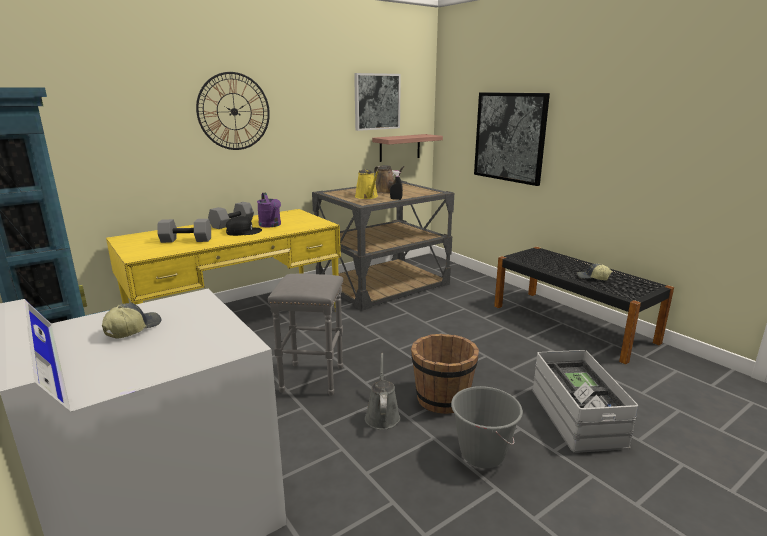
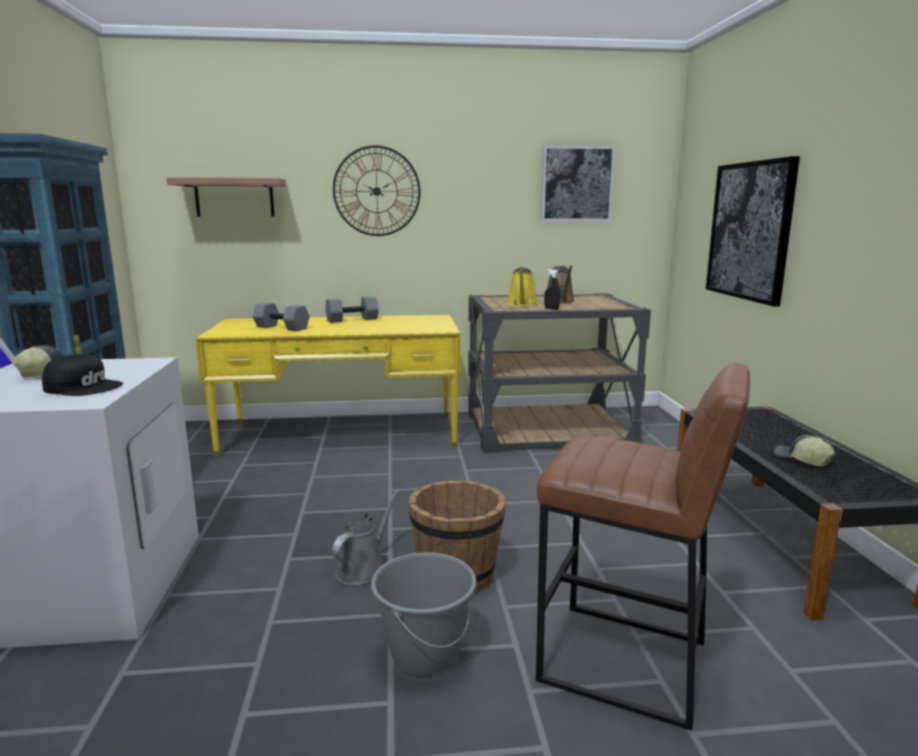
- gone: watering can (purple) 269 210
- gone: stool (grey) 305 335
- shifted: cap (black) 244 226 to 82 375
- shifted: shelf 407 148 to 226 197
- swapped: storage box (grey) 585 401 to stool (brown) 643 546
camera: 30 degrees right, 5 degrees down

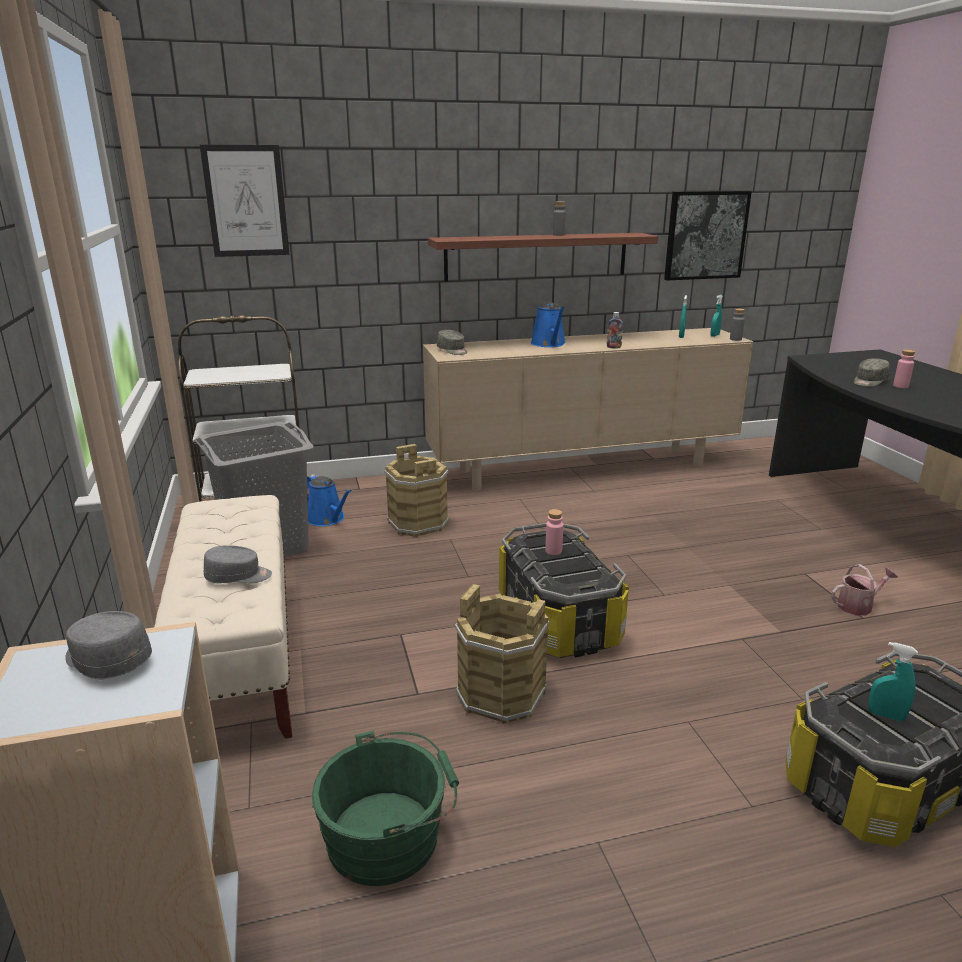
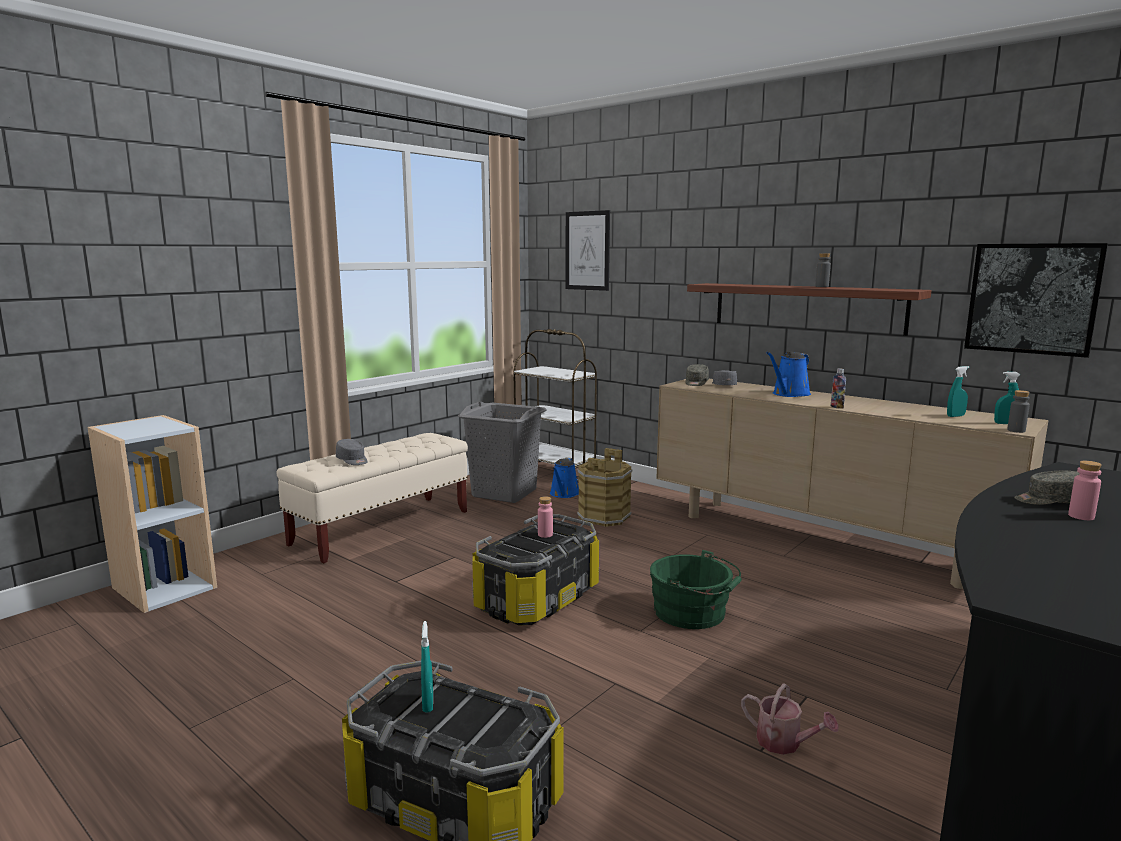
- gone: bucket (brown) 502 654
- shifted: cap (grey) 108 645 to 724 377
- shifted: bucket (green) 385 808 to 696 589
camera: 55 degrees right, 10 degrees down

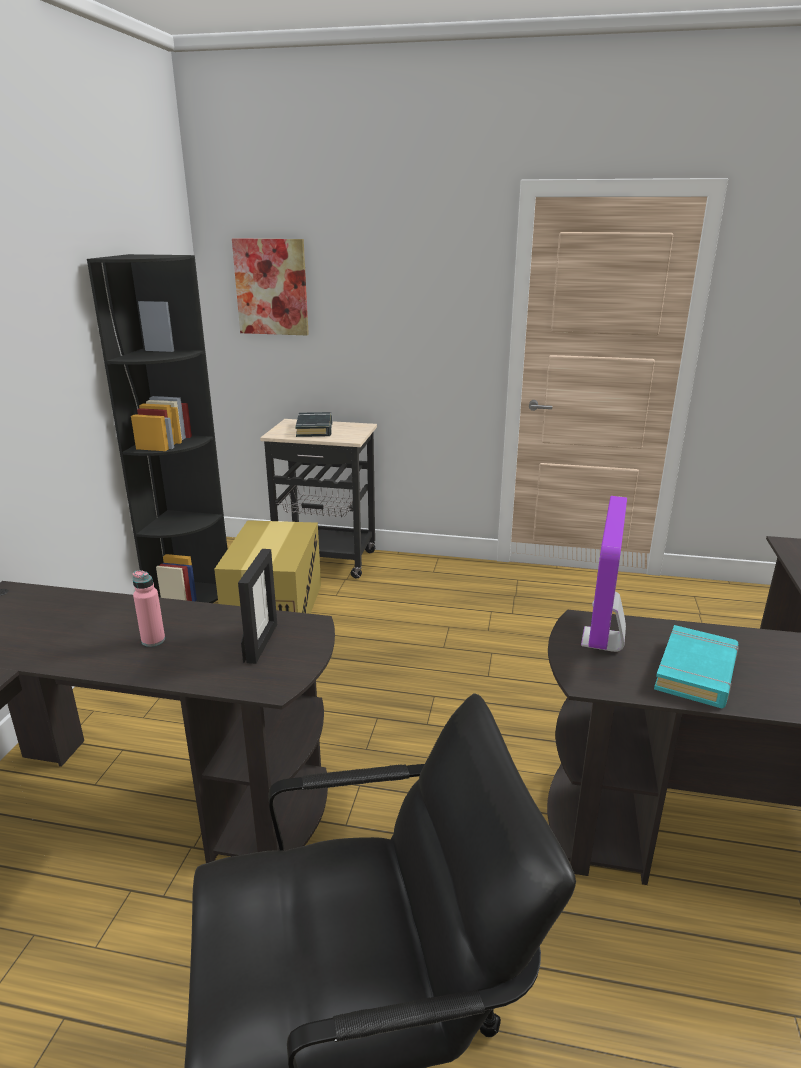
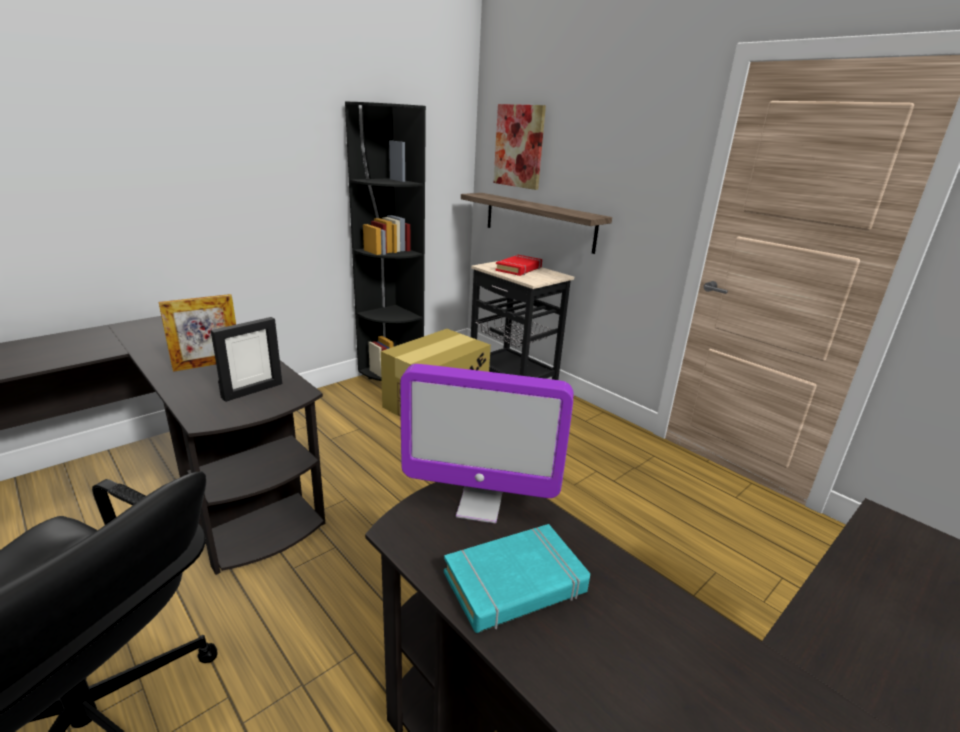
- new: shelf 536 223
- swapped: bottle (pink) 149 608 to picture frame 197 333
- repainted: book (black) 314 424 to book (red) 518 265
- rotated: monitor 604 574 = 486 443 135 degrees counterclockwise
camera: 35 degrees right, 0 degrees up

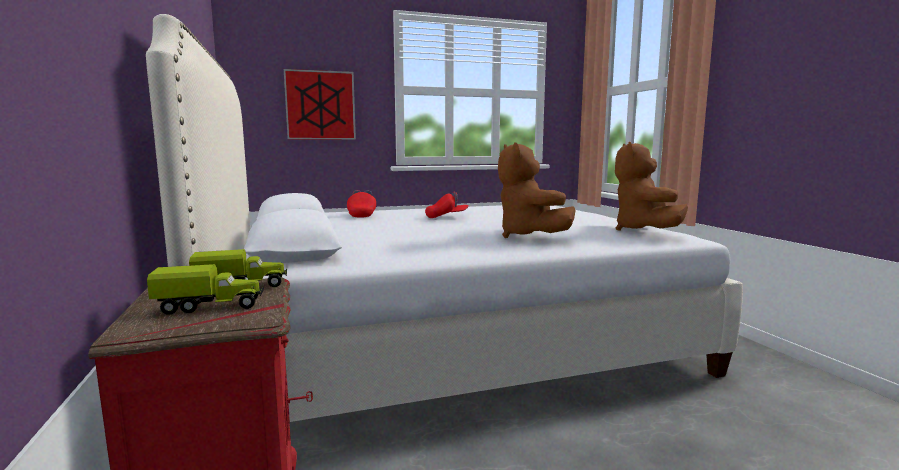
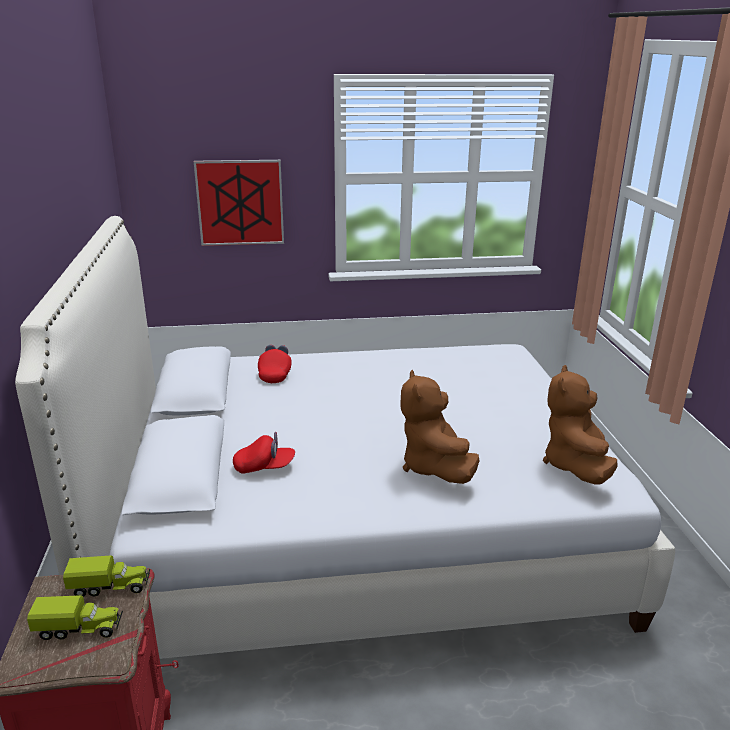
- shifted: cap (red) 447 205 to 264 453
camera: 10 degrees right, 15 degrees up

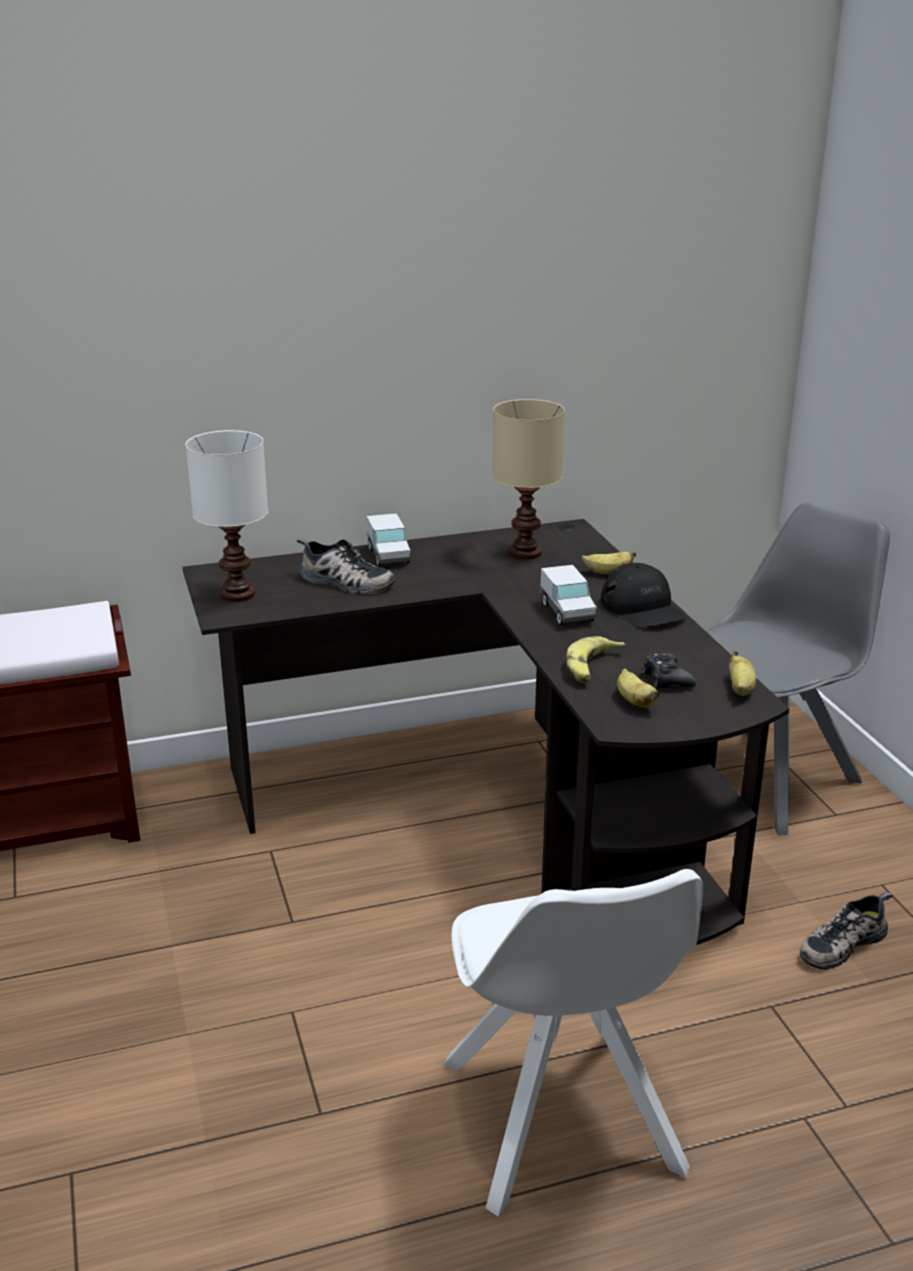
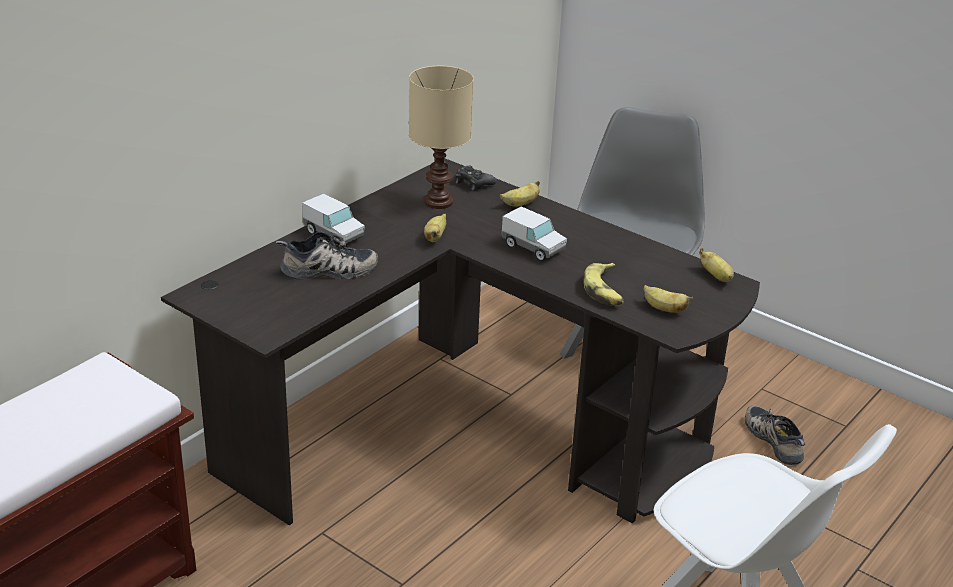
- gone: table lamp (white) 227 516
- gone: cap (black) 643 595
- new: banana 435 228
- shifted: game controller (black) 669 671 to 476 178
- rotated: shoe 846 931 = 775 435 135 degrees clockwise
camera: 35 degrees left, 5 degrees up

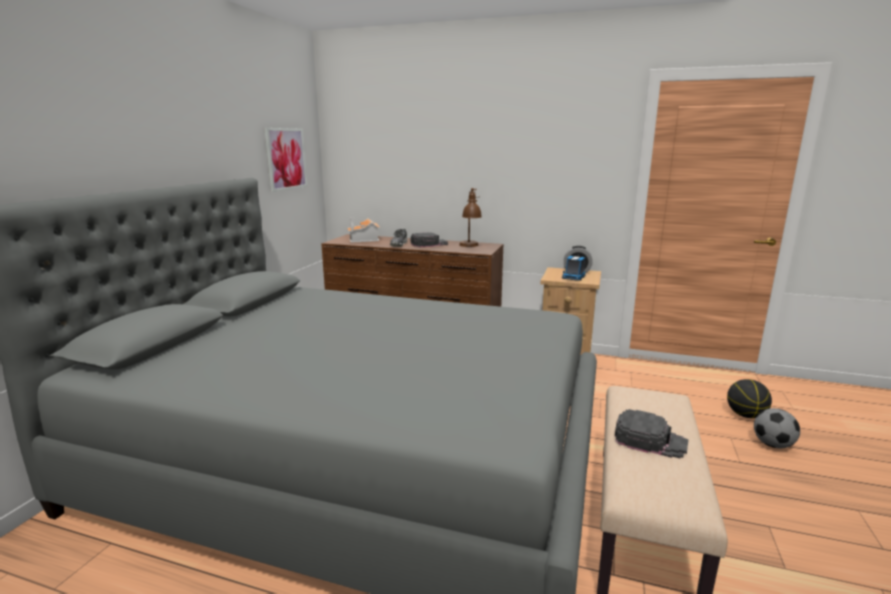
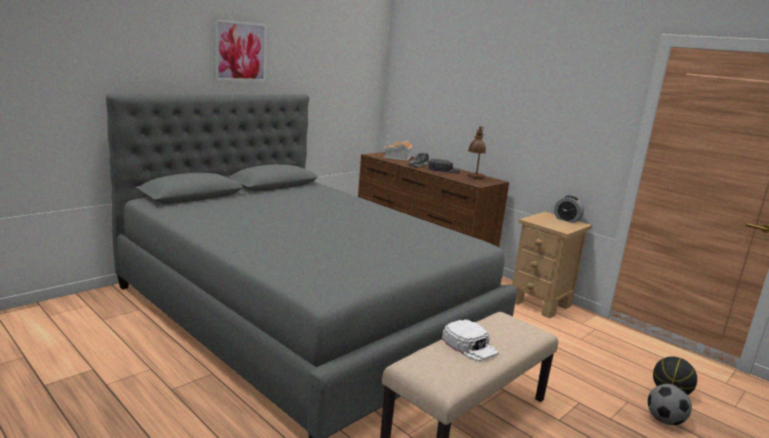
- gone: toy truck 574 268
- shifted: picture 285 160 to 240 50
- repainted: cap (black) 652 433 to cap (white) 470 341
camera: 25 degrees right, 0 degrees up

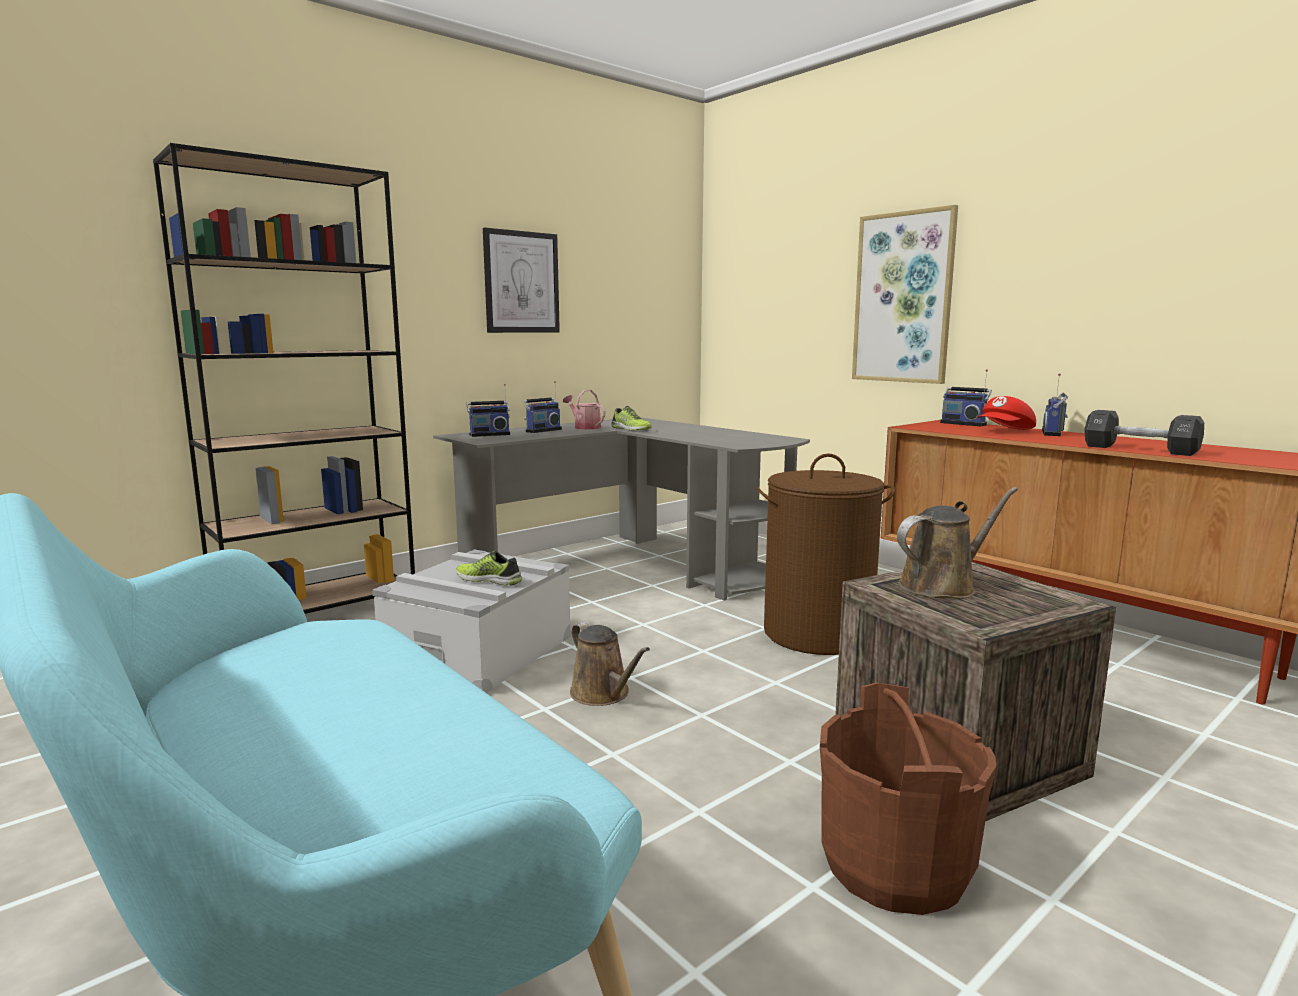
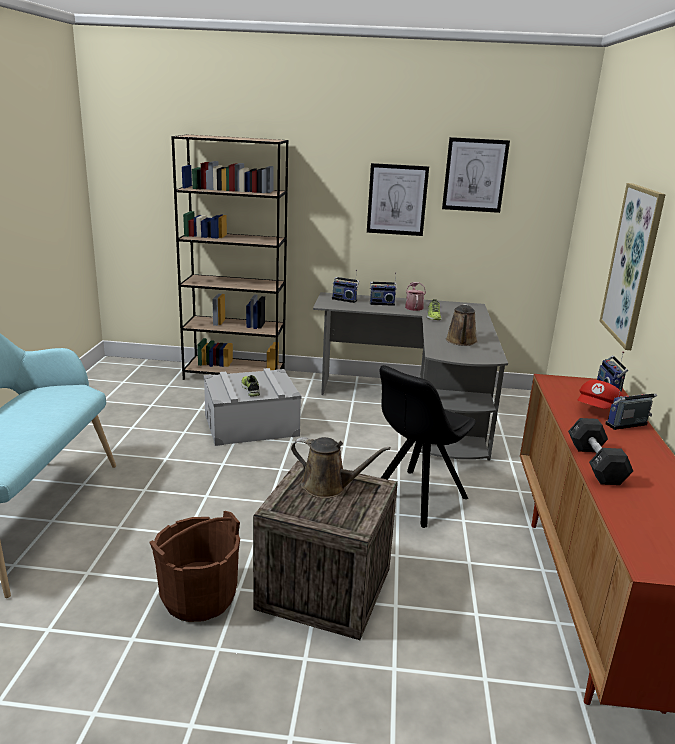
- new: picture 476 175
- shifted: watering can (brown) 610 664 to 462 325
- swapped: laundry basket (brown) 825 554 to chair (black) 427 446
- rotated: cap (red) 1006 413 = 600 394 60 degrees counterclockwise
camera: 45 degrees right, 10 degrees up

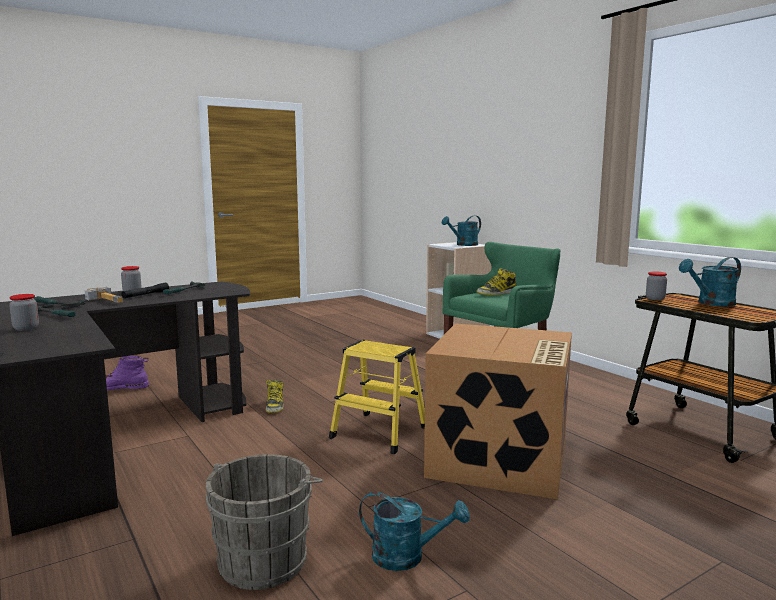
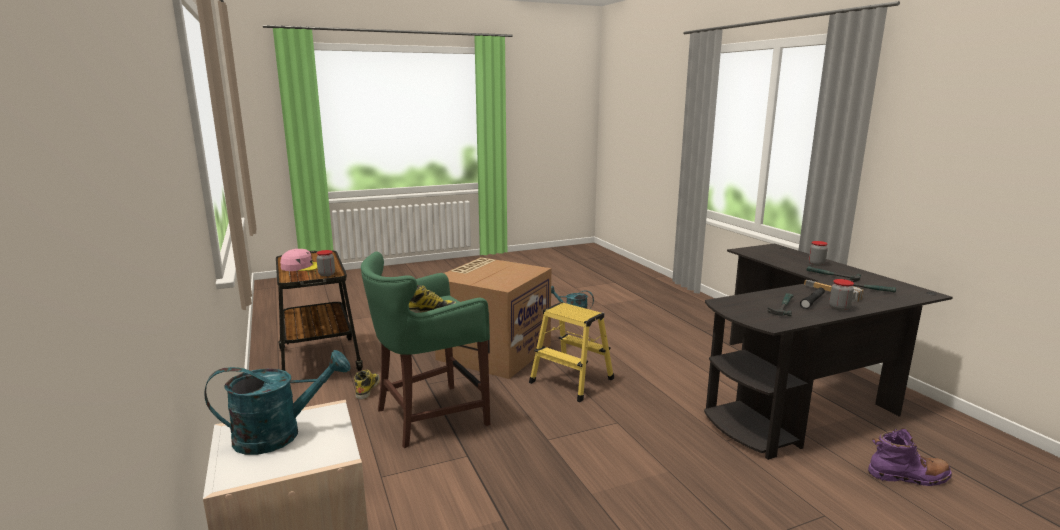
- gone: bucket (grey) 264 522
- shifted: boot 275 396 to 367 384
- swapped: watering can (turquoise) 710 281 to cap (pink) 299 260
camera: 170 degrees left, 5 degrees up

